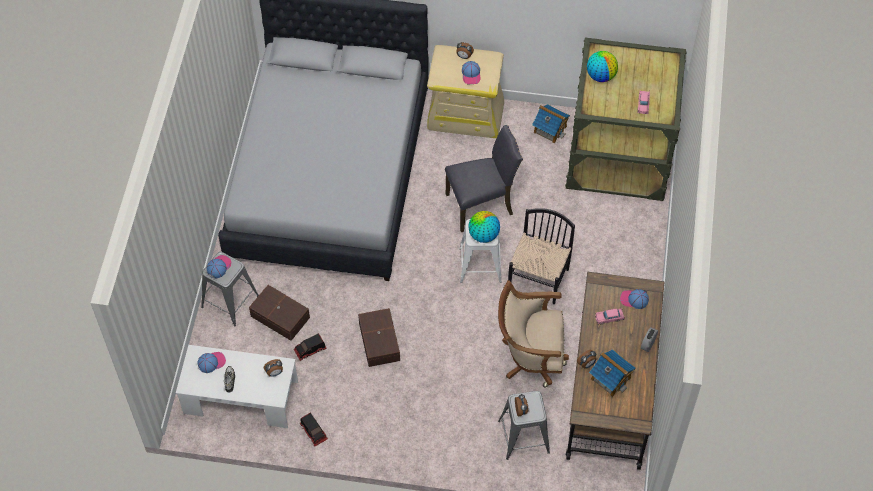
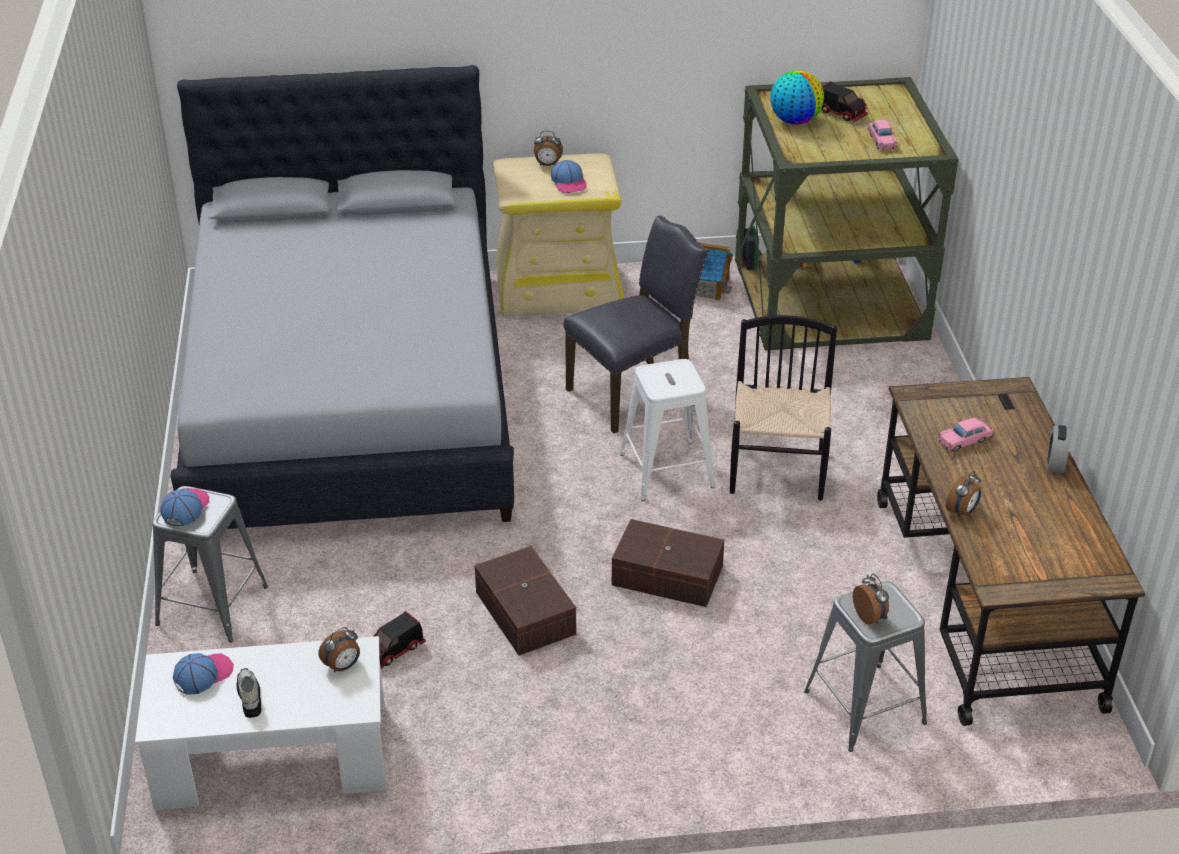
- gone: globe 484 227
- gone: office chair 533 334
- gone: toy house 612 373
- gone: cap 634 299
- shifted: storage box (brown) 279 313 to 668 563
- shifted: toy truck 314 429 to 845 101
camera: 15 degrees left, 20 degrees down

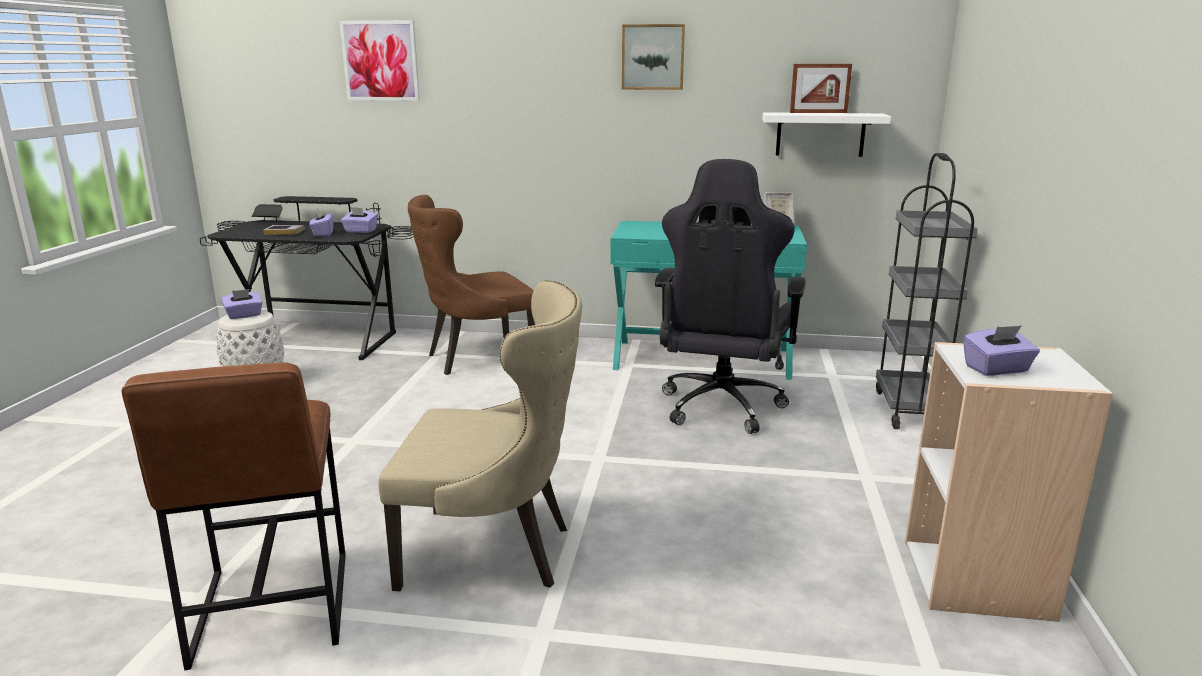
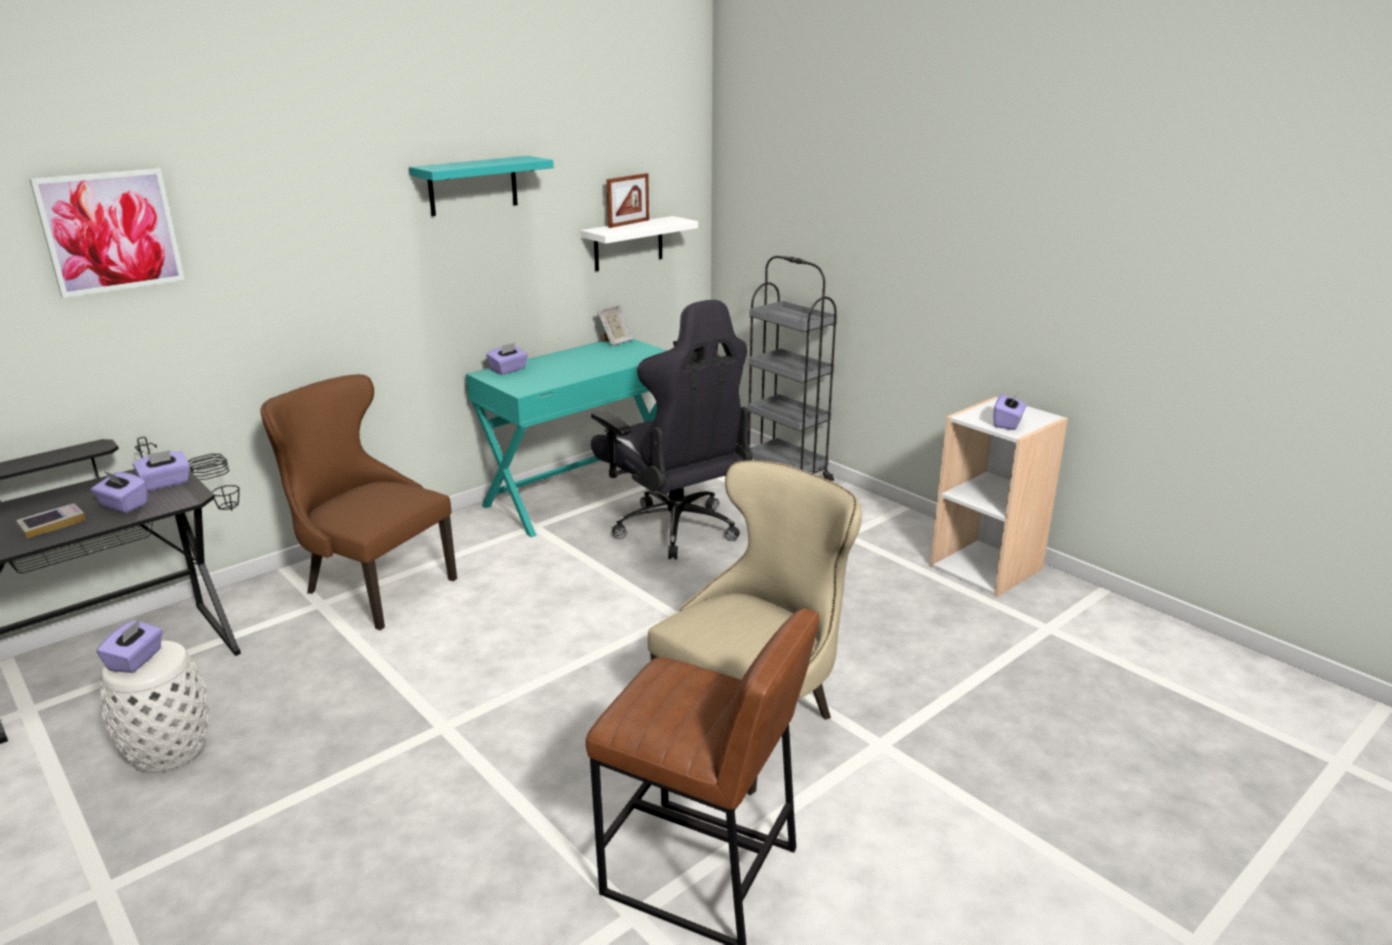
- new: tissue box (purple) 507 359
- swapped: picture 653 57 to shelf (turquoise) 481 186
- rotated: chair (brown) 471 285 = 358 502 105 degrees clockwise
camera: 50 degrees left, 5 degrees up

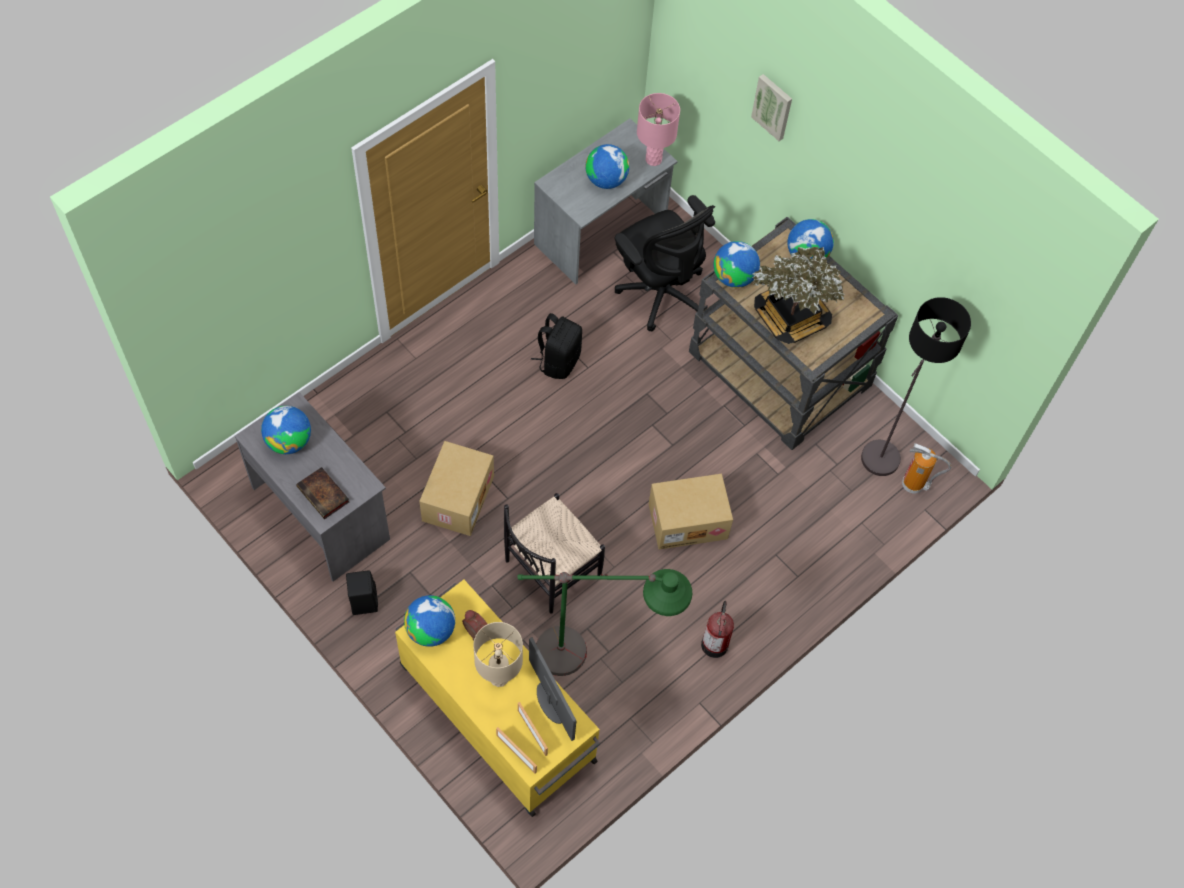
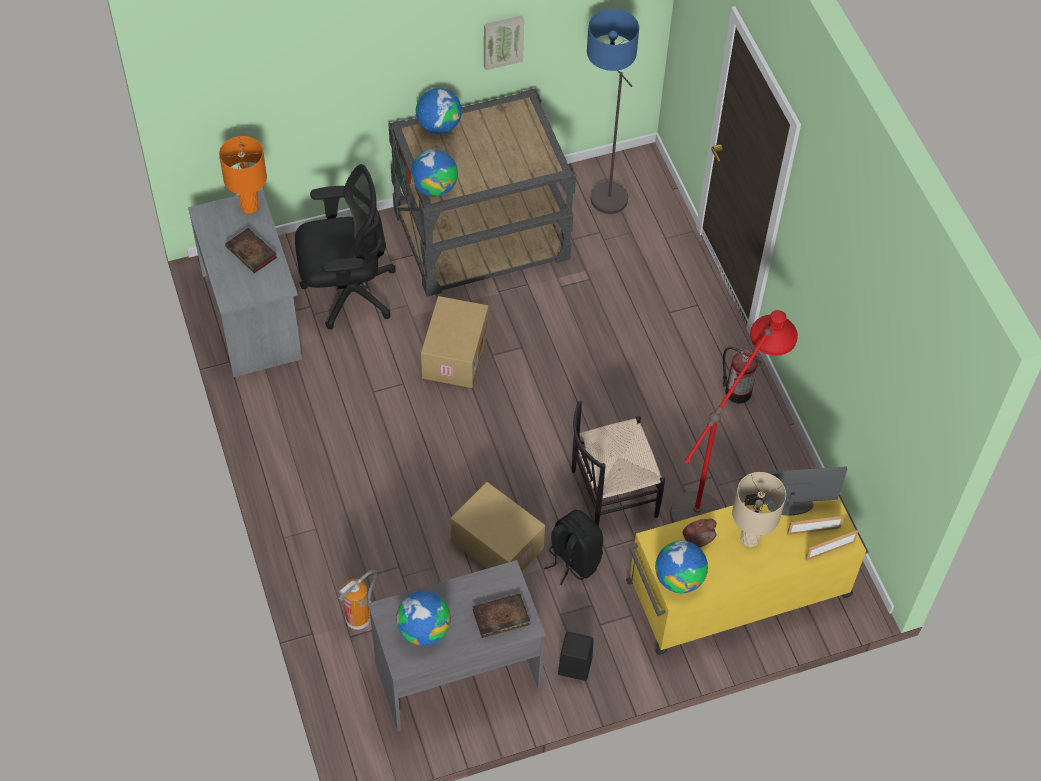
- gone: potted plant 798 295
- shifted: backpack (black) 556 346 to 573 547
- shifted: cardboard box 691 512 to 455 342
- shifted: picture 771 107 to 504 43
- shifted: fire extinguisher 927 468 to 358 600
- swapped: globe 607 166 to book 251 250
- repainted: floor lamp (green) 604 622 to floor lamp (red) 734 416
- repainted: table lamp (pink) 658 129 to table lamp (orange) 243 175
- repainted: floor lamp (black) 916 386 to floor lamp (blue) 613 111
- rotated: chair (black) 554 553 = 618 463 90 degrees clockwise
camera: 65 degrees left, 5 degrees down

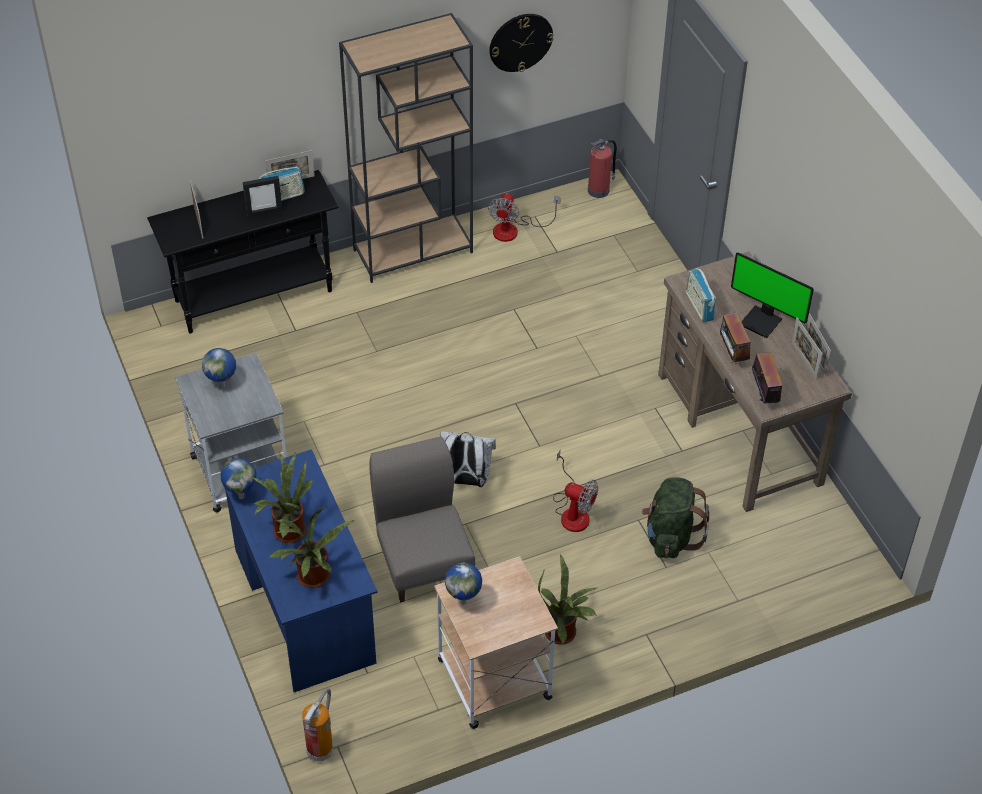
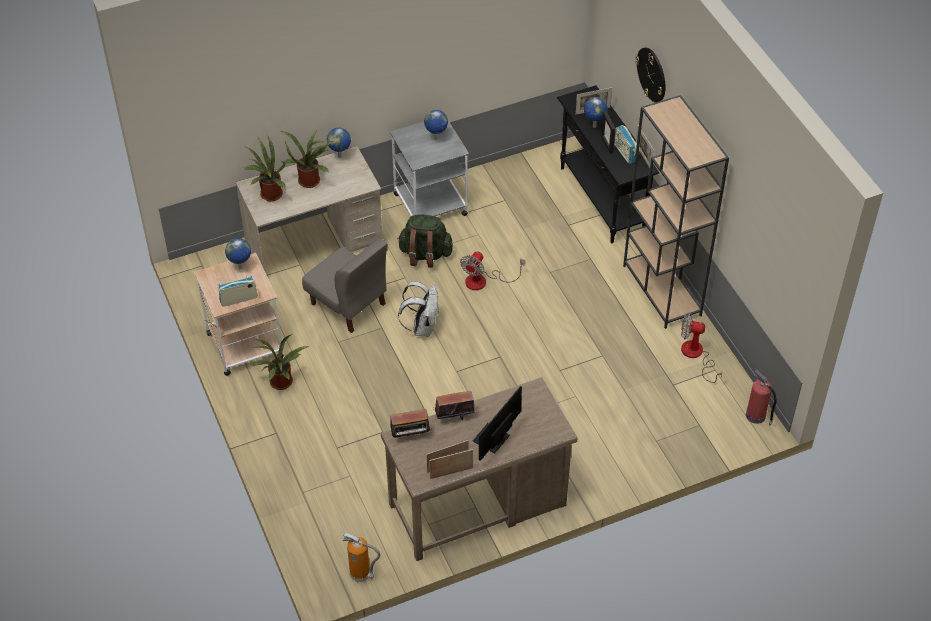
- new: globe 596 112
- shifted: fire extinguisher 317 724 to 361 557
- shifted: wall clock 521 43 to 650 74
- shifted: fan 575 491 to 492 270
- shifted: backpack (green) 675 517 to 425 241
- shifted: radio 700 295 to 238 291
- repainted: desk (blue) 300 570 to desk (beige) 309 207
- rotated: chair (grey) 422 519 = 345 285 60 degrees clockwise
camera: 90 degrees right, 0 degrees up

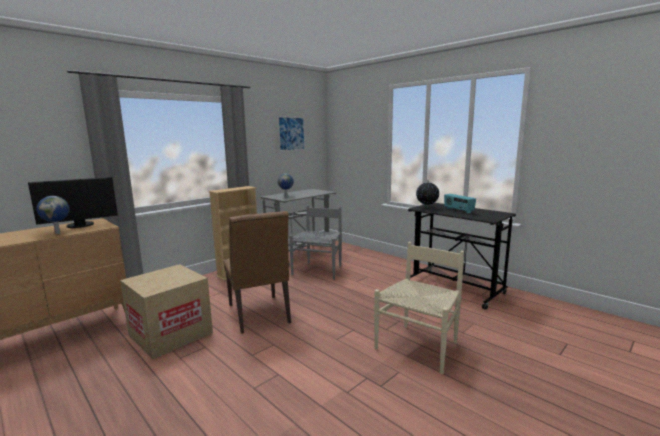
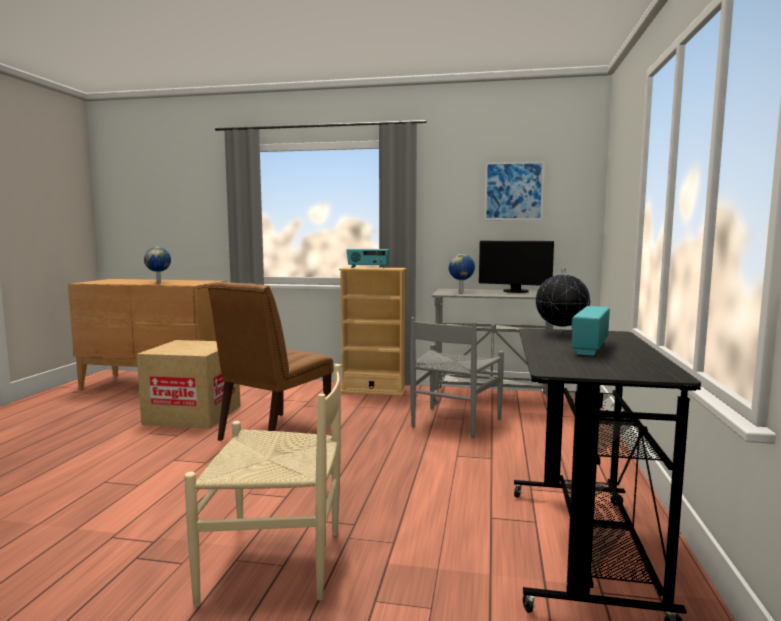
- new: radio 368 258
- shifted: monitor 73 202 to 516 267
- rotated: chair (grey) 315 242 = 457 377 135 degrees clockwise
camera: 55 degrees right, 5 degrees down

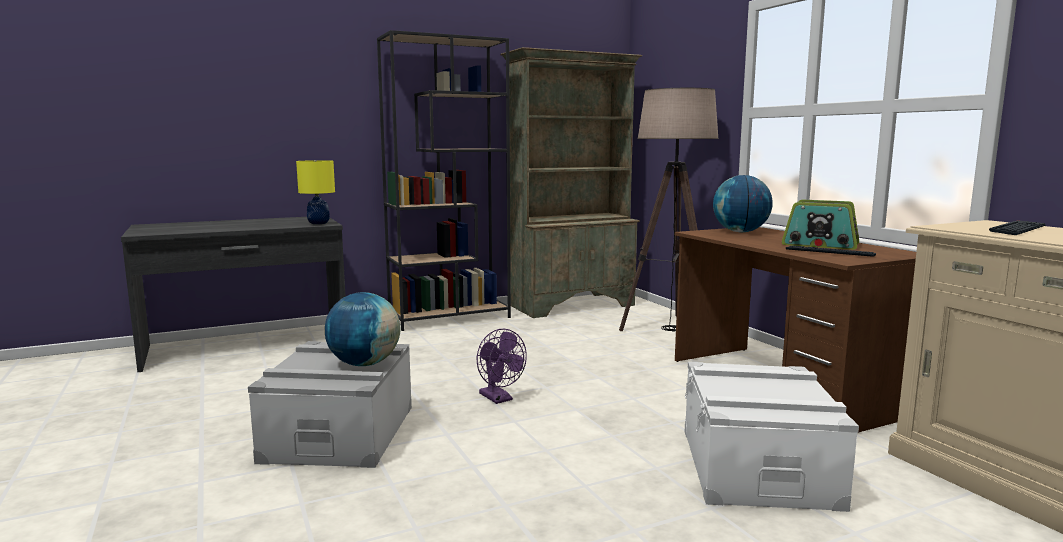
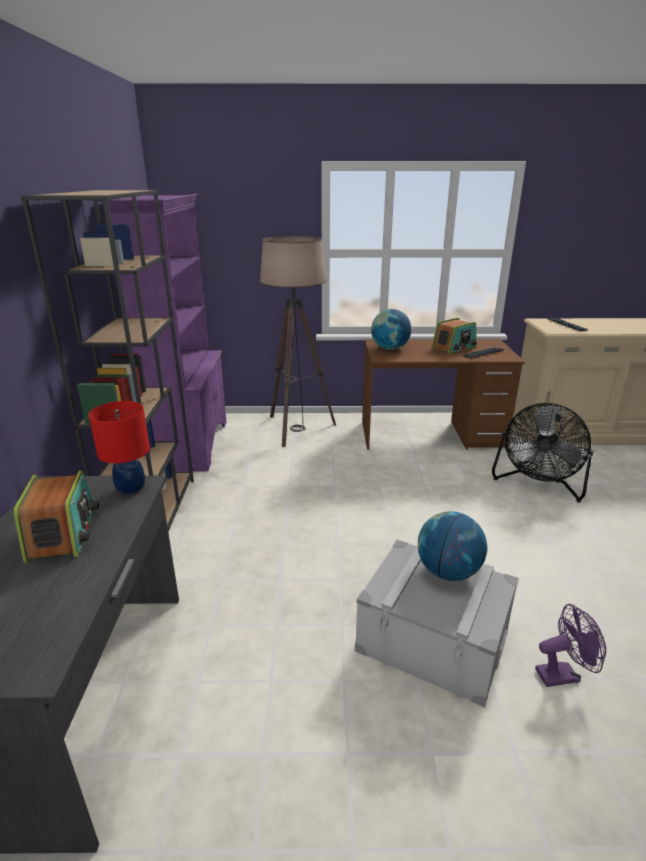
- new: radio 56 517
- shifted: fan (purple) 501 366 to 570 645
- swapped: storage box (white) 772 437 to fan (black) 543 452
- repainted: table lamp (yellow) 315 192 to table lamp (red) 119 447
- repainted: bookcase (green) 571 182 to bookcase (purple) 162 332
camera: 65 degrees left, 15 degrees up

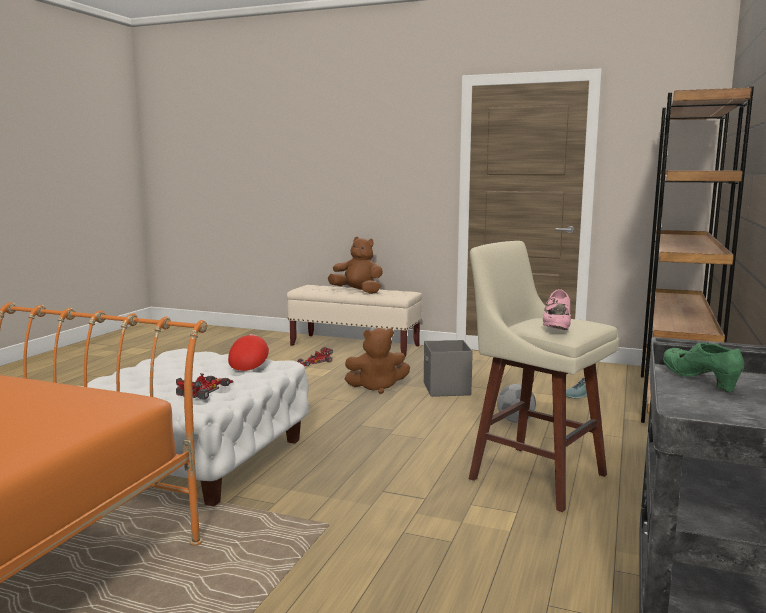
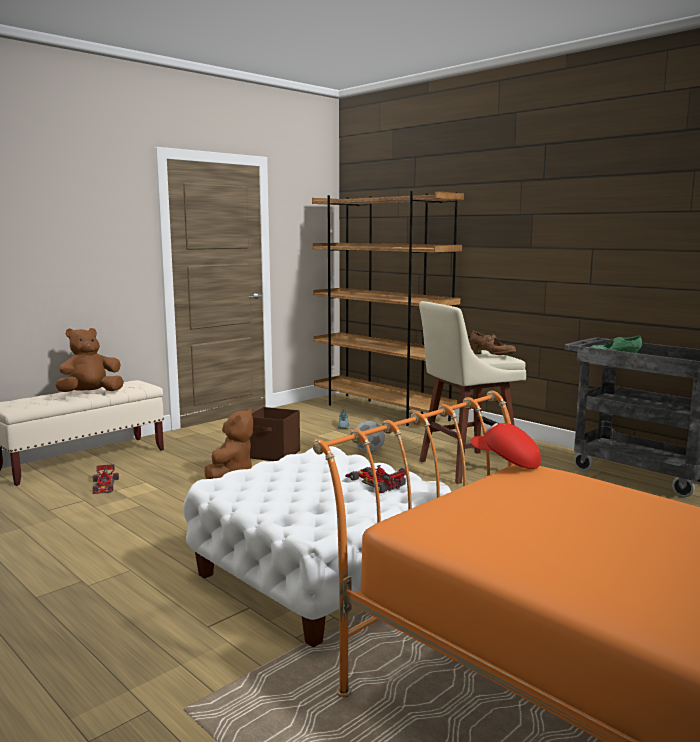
- shifted: cap (red) 248 352 to 506 446
- repainted: storage box (grey) 448 368 to storage box (brown) 275 434
- repainted: shoe (pink) 557 309 to shoe (brown) 493 343
camera: 65 degrees left, 0 degrees up

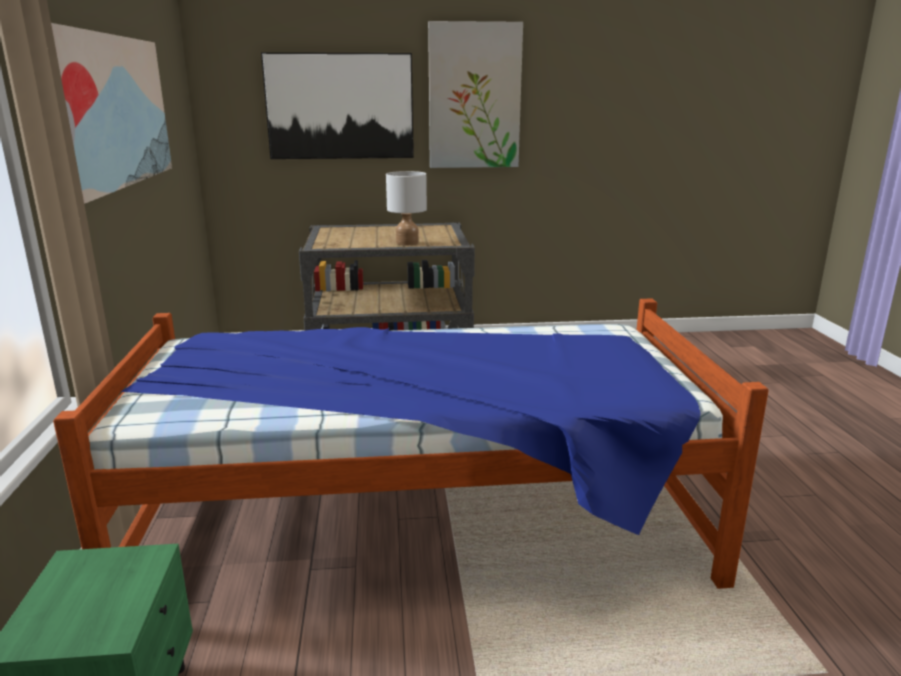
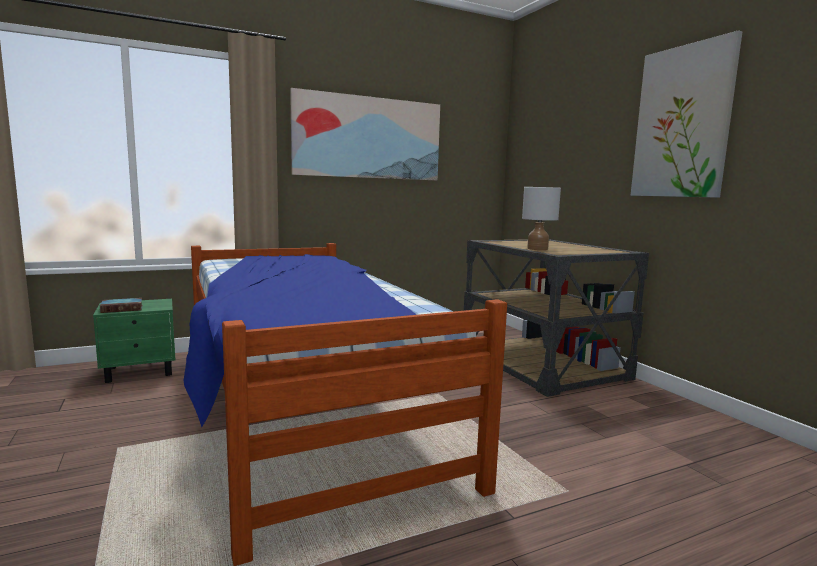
- gone: picture 337 105
- new: book 121 305
camera: 70 degrees right, 10 degrees down

